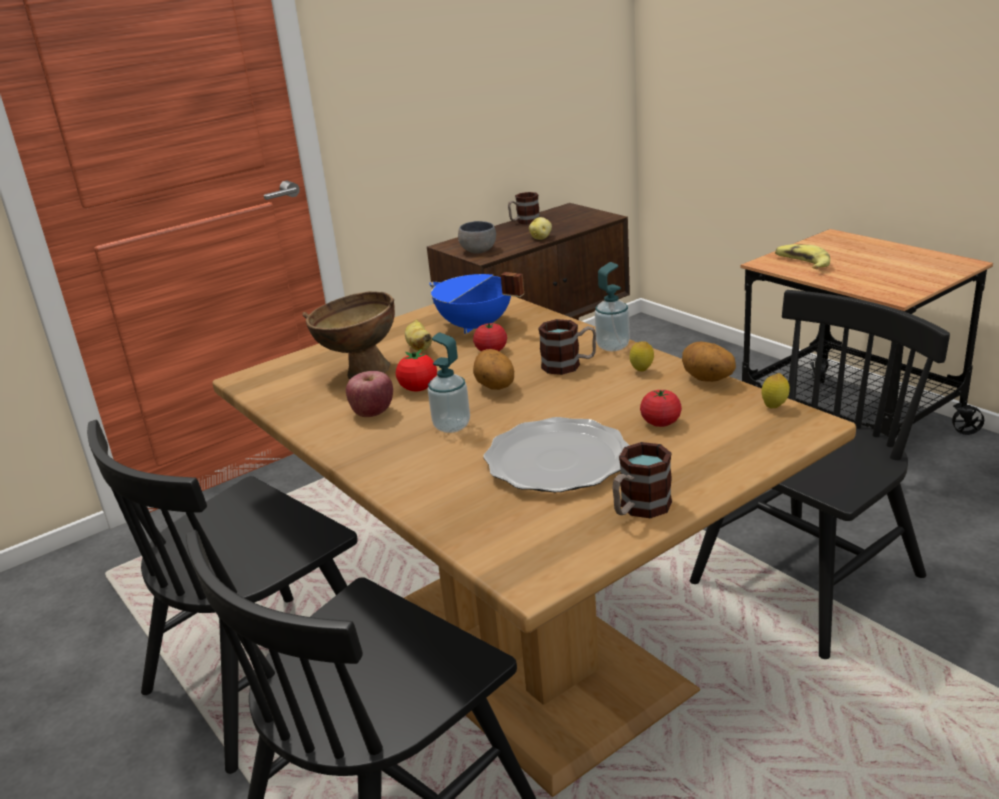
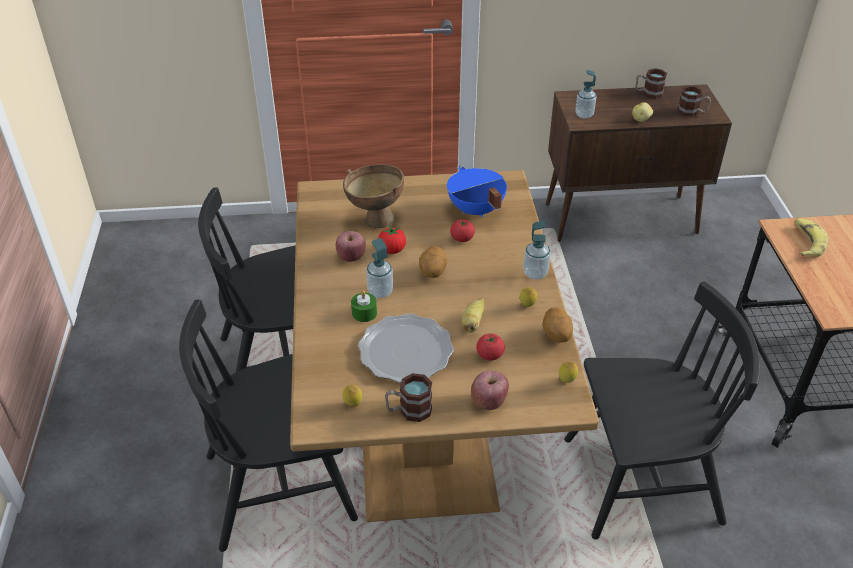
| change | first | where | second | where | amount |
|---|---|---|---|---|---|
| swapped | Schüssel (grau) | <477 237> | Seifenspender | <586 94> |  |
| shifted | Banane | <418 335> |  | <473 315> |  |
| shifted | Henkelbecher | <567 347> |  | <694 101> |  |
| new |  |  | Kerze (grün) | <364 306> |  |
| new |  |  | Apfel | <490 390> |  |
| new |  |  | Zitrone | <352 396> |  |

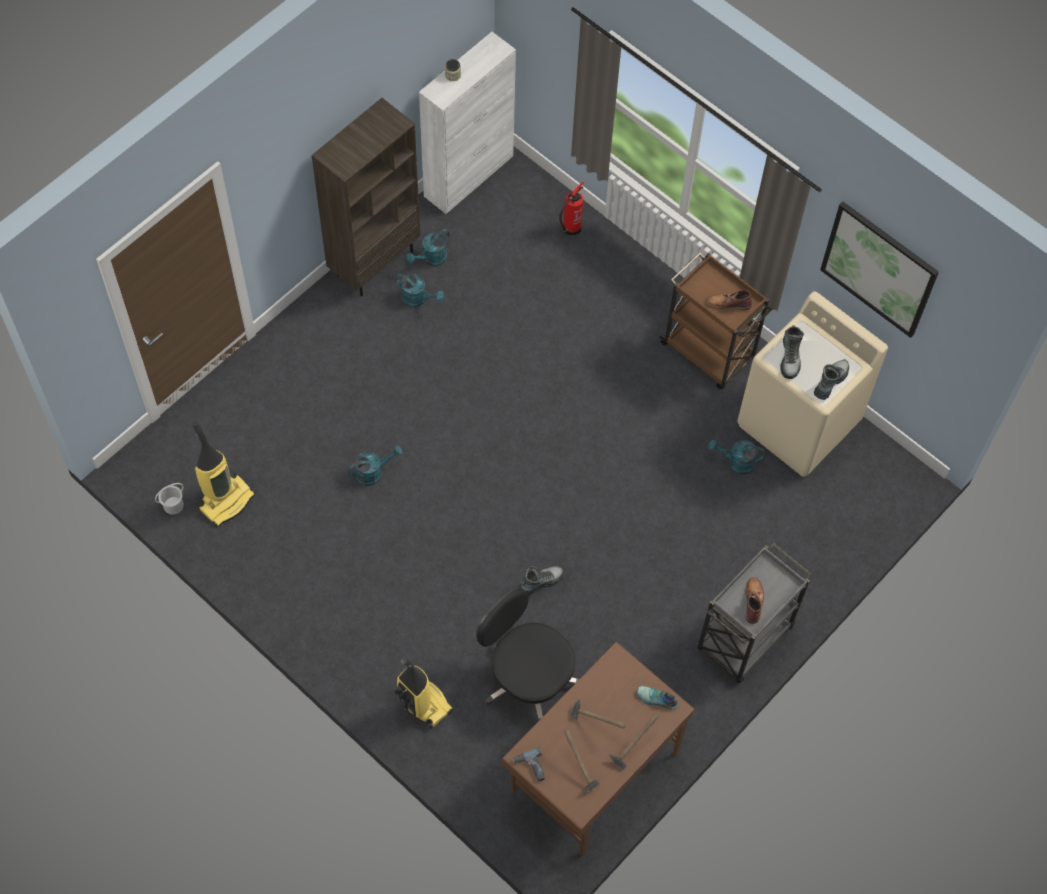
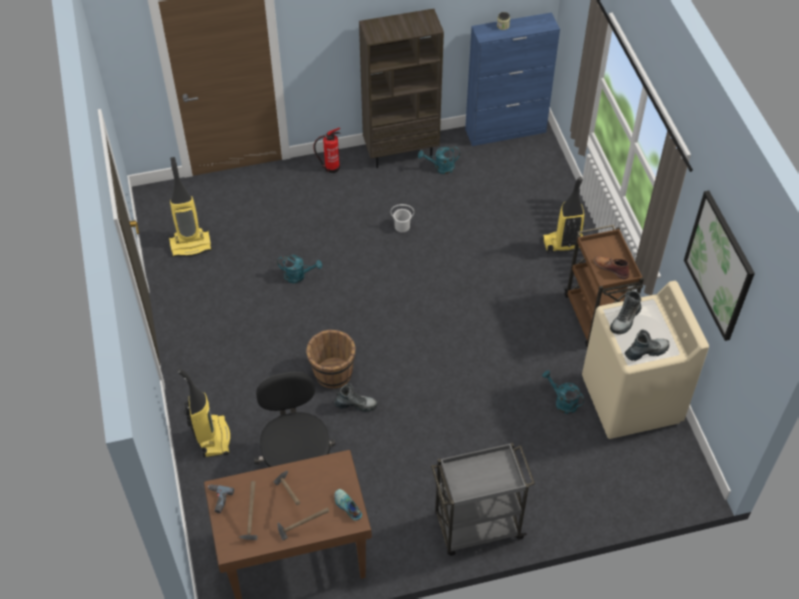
| change | first | where | second | where | amount |
|---|---|---|---|---|---|
| repainted | Schrank (weiß) | <467 123> | Schrank (blau) | <512 79> |  |
| shifted | Feuerlöscher | <571 208> |  | <327 150> |  |
| gone | Gießkanne (türkis) | <419 290> |  |  |  |
| shifted | Eimer (weiß) | <169 499> |  | <402 218> |  |
| gone | Stiefel (braun) | <755 600> |  |  |  |
| new |  |  | Staubsauger | <563 215> |  |
| new |  |  | Eimer (braun) | <331 359> |  |

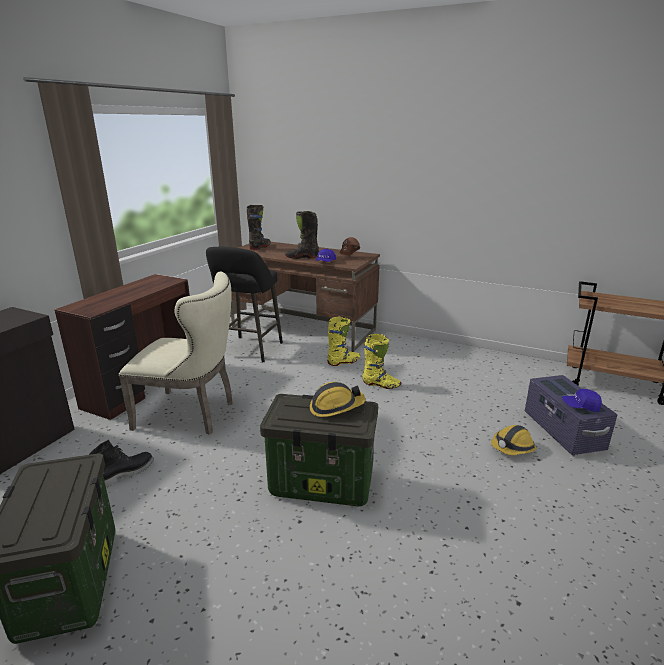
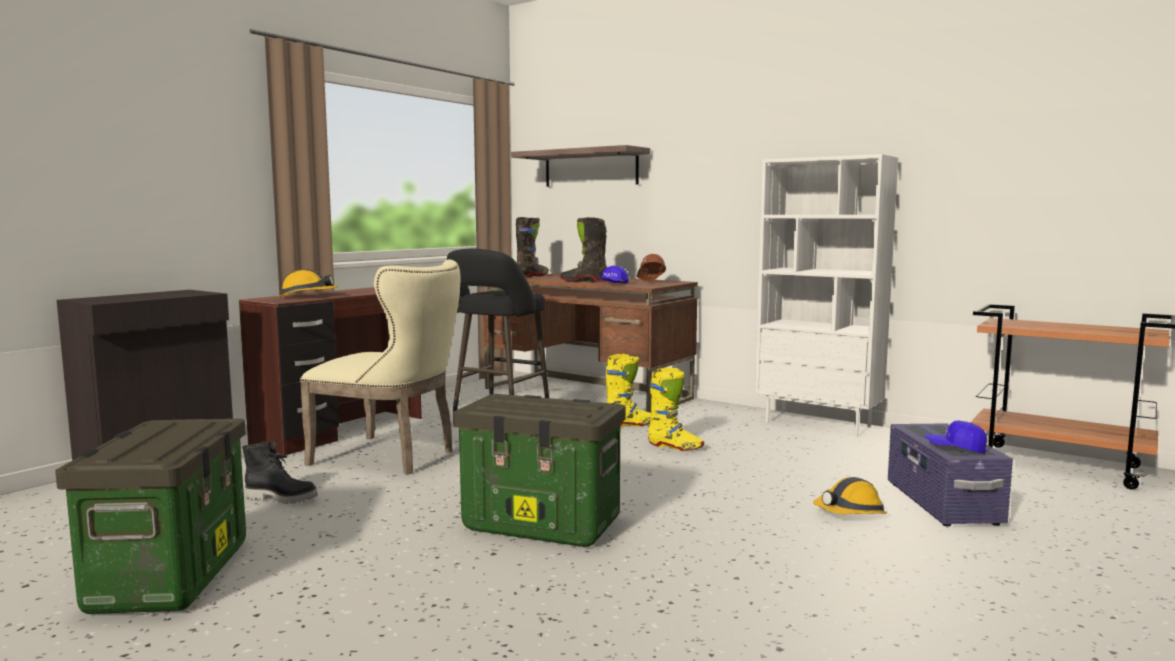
| change | first | where | second | where | amount |
|---|---|---|---|---|---|
| shifted | Schutzhelm | <337 399> |  | <308 283> |  |
| rotated | Stiefel (schwarz) | <121 463> |  | <280 472> | 45 degrees clockwise |
| new |  |  | Wandregal | <580 166> |  |
| new |  |  | Bücherregal (weiß) | <826 295> |  |

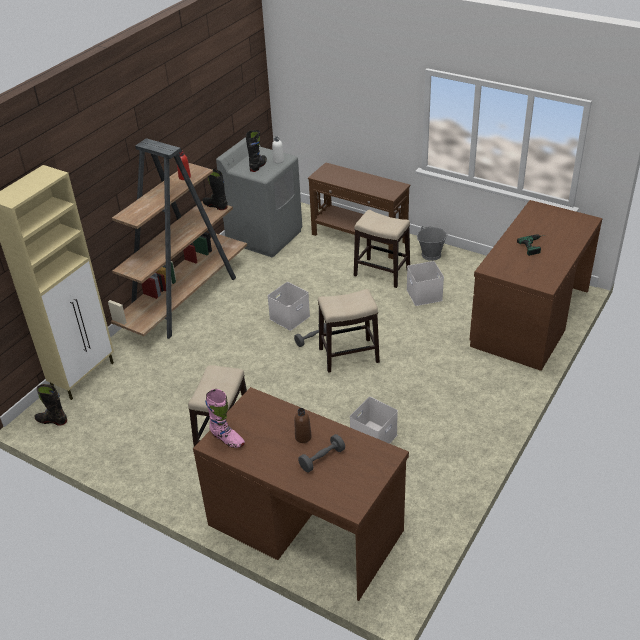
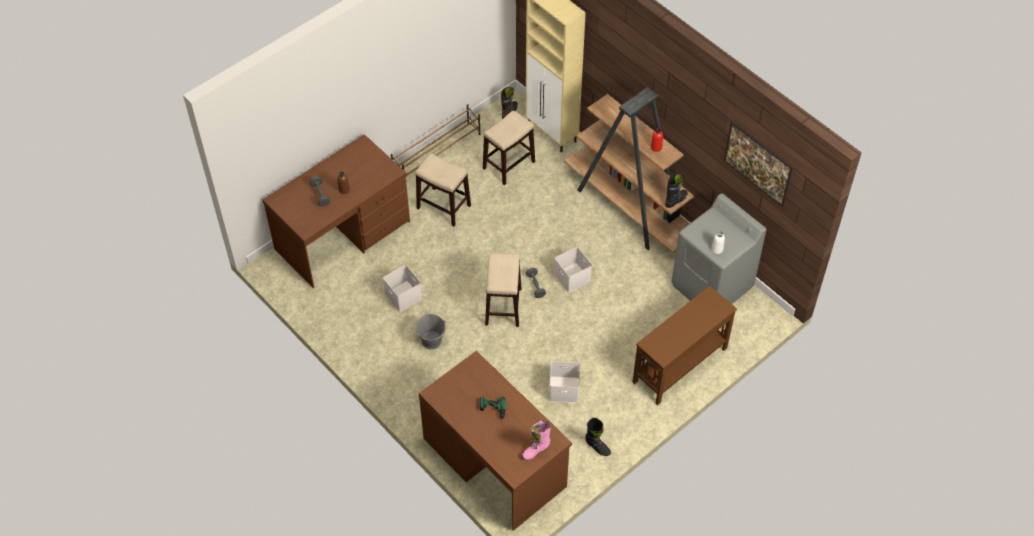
| change | first | where | second | where | amount |
|---|---|---|---|---|---|
| shifted | Stiefel (schwarz) | <256 151> |  | <598 437> |  |
| shifted | Hocker | <382 249> |  | <509 148> |  |
| shifted | Eimer (grau) | <432 243> |  | <430 331> |  |
| shifted | Stiefel (rosa) | <225 418> |  | <536 440> |  |
| new |  |  | Schuhregal (braun) | <436 139> |  |
| new |  |  | Bild | <758 164> |  |

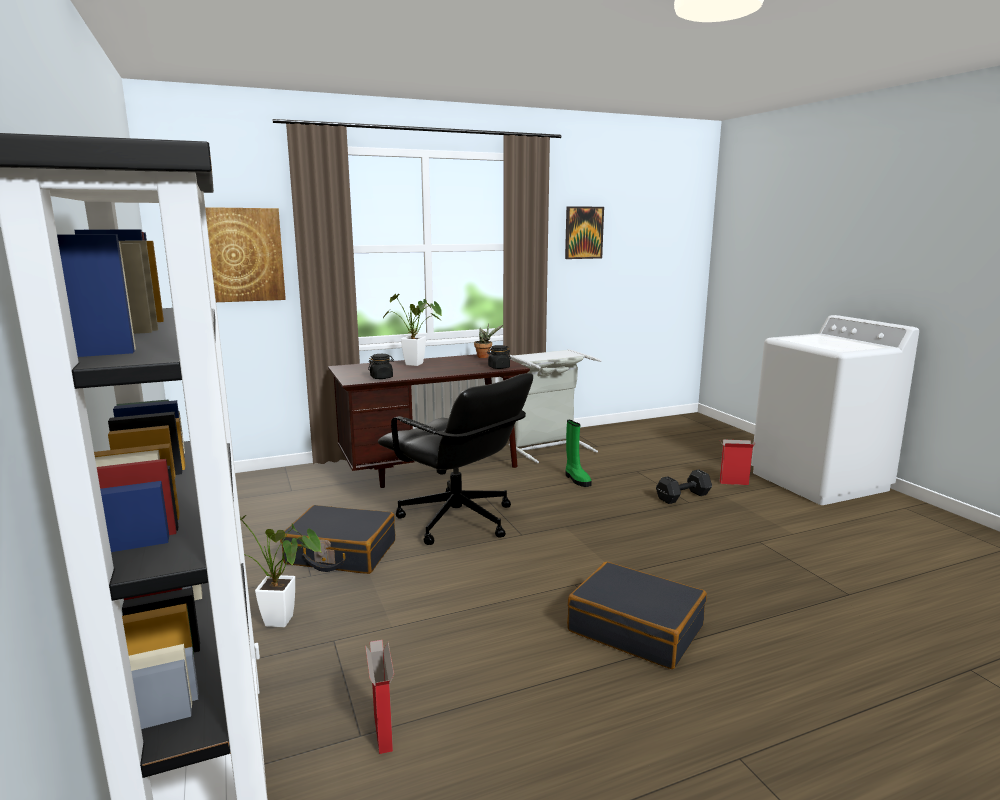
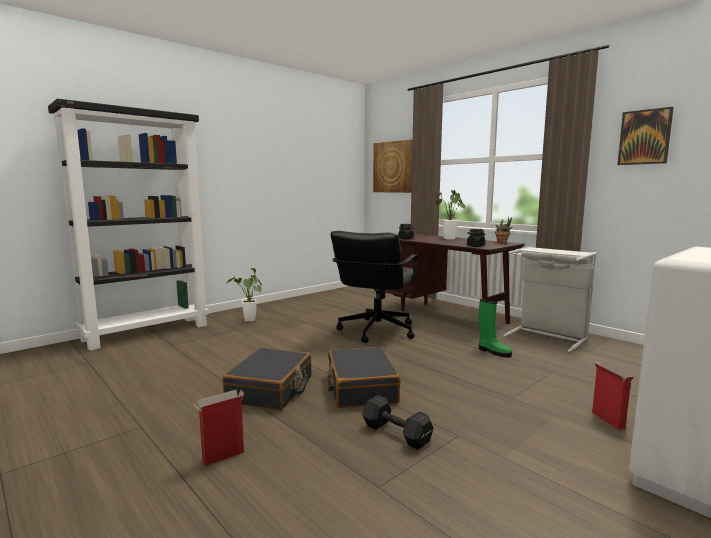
| change | first | where | second | where | amount |
|---|---|---|---|---|---|
| rotated | Stiefel (grün) | <578 453> |  | <495 328> | 90 degrees counterclockwise |
| shifted | Hantel (schwarz) | <684 486> |  | <398 422> |  |
| shifted | Koffer (schwarz) | <337 539> |  | <363 377> |  |
| shifted | Karton | <379 697> |  | <218 428> |  |

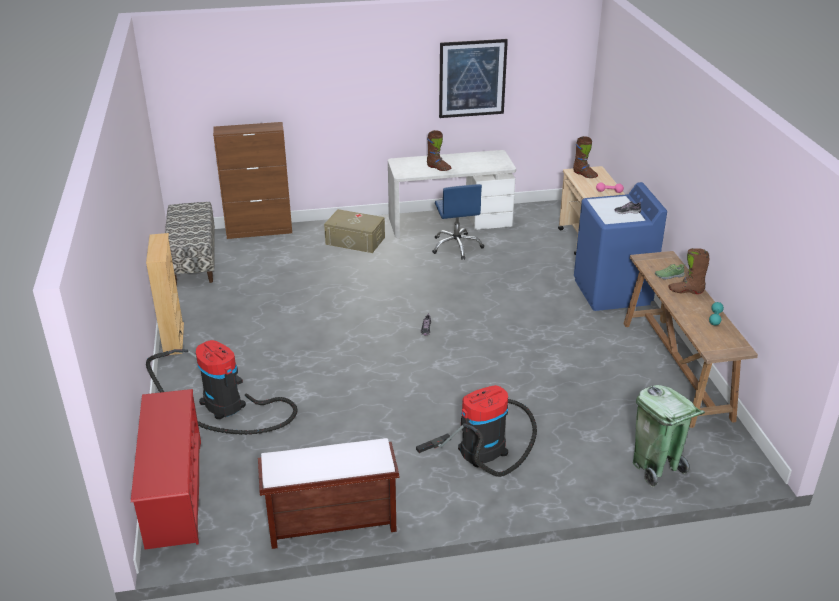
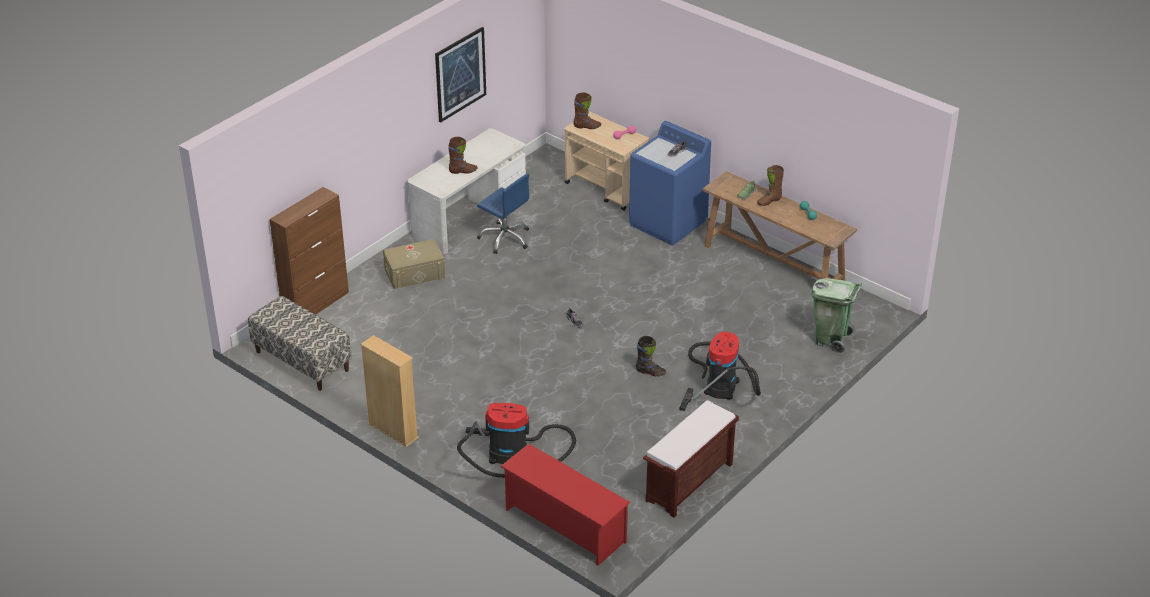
| change | first | where | second | where | amount |
|---|---|---|---|---|---|
| new |  |  | Stiefel (schwarz) | <651 356> |  |

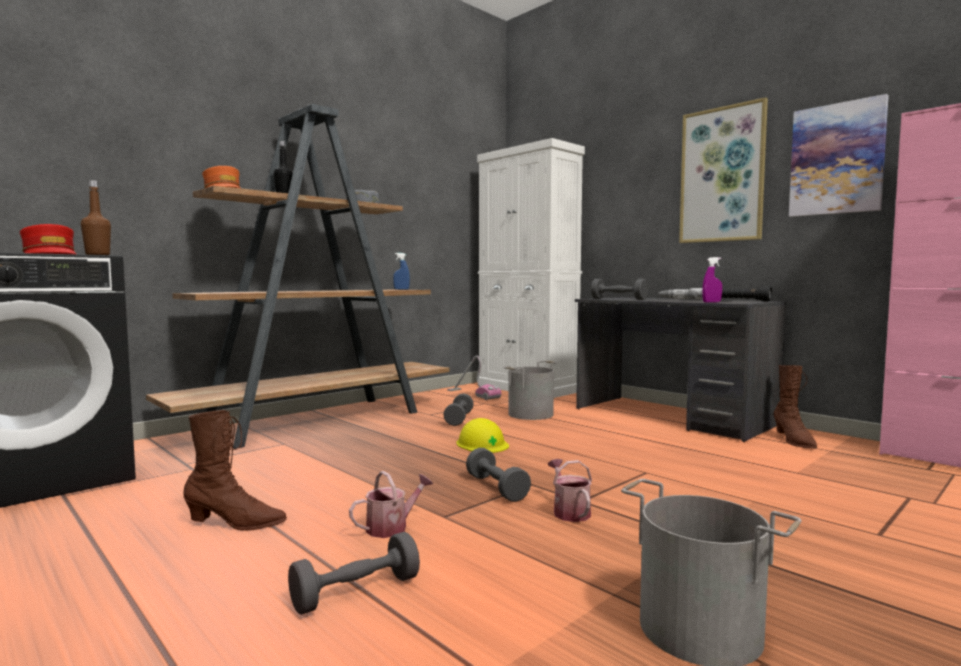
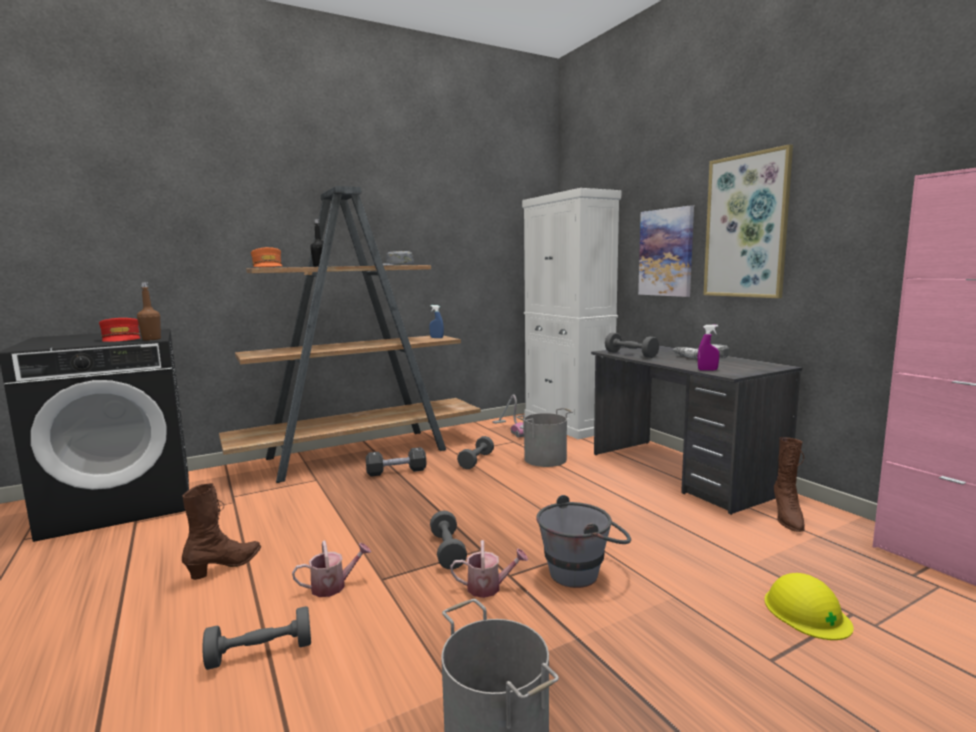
| change | first | where | second | where | amount |
|---|---|---|---|---|---|
| shifted | Bild | <839 155> |  | <666 251> |  |
| gone | Taschenlampe (schwarz) | <746 294> |  |  |  |
| rotated | Stiefel (braun) | <235 470> |  | <221 531> | 75 degrees counterclockwise |
| shifted | Schutzhelm (gelb) | <482 435> |  | <809 606> |  |
| rotated | Gießkanne | <570 490> |  | <489 569> | 90 degrees clockwise |
| new |  |  | Hantel (schwarz) | <396 462> |  |
| new |  |  | Eimer (grau) | <583 541> |  |

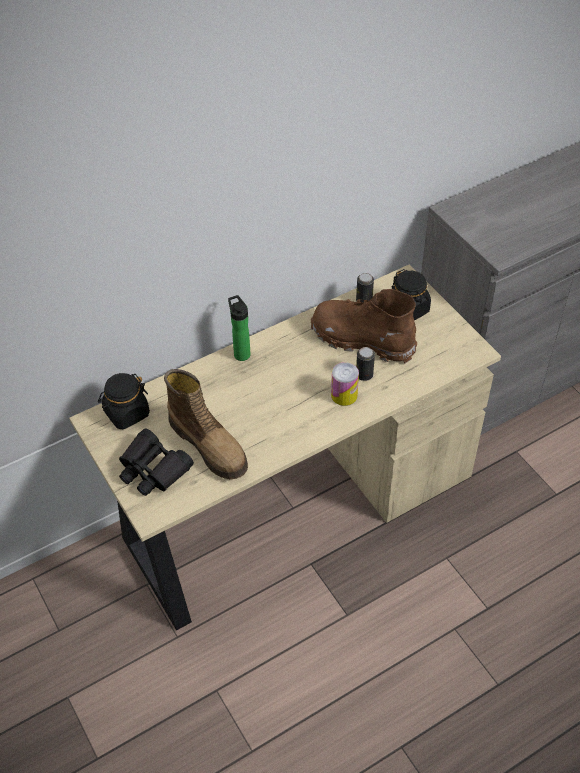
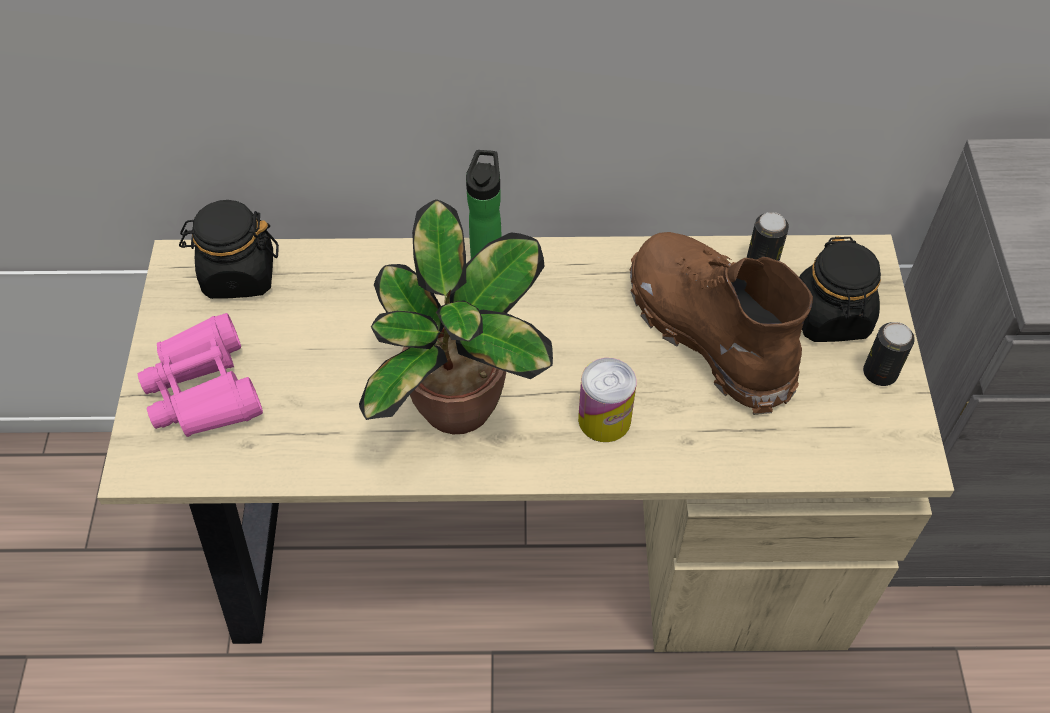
| change | first | where | second | where | amount |
|---|---|---|---|---|---|
| shifted | Dose | <365 364> |  | <889 354> |  |
| gone | Stiefel | <206 424> |  |  |  |
| repainted | Fernglas (schwarz) | <156 462> | Fernglas (rosa) | <200 375> |  |
| new |  |  | Topfpflanze | <456 316> |  |

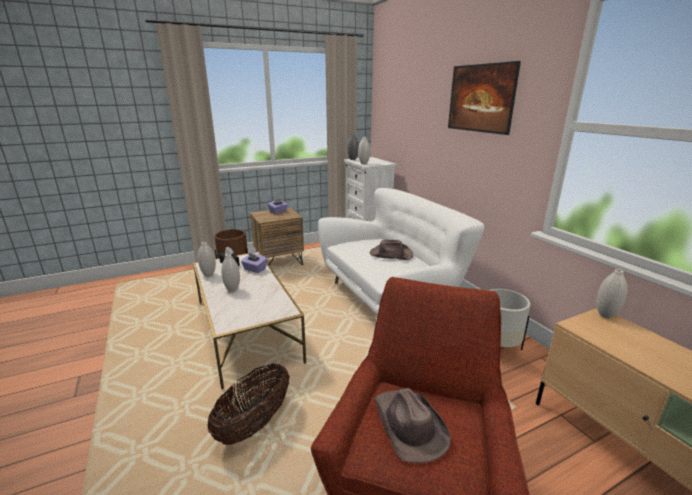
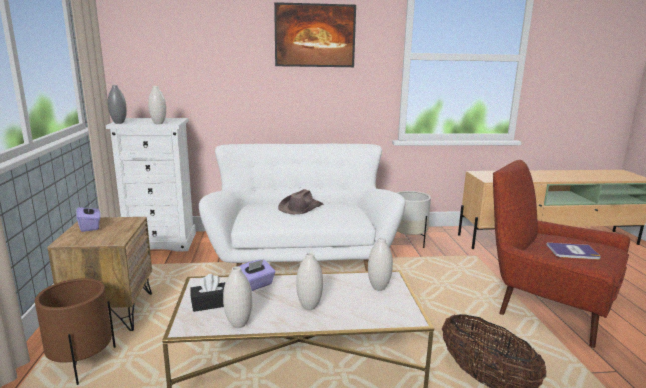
| change | first | where | second | where | amount |
|---|---|---|---|---|---|
| shifted | Vase (weiß) | <612 293> |  | <380 264> |  |
| swapped | Hut (braun) | <412 425> | Buch | <573 251> |  |

